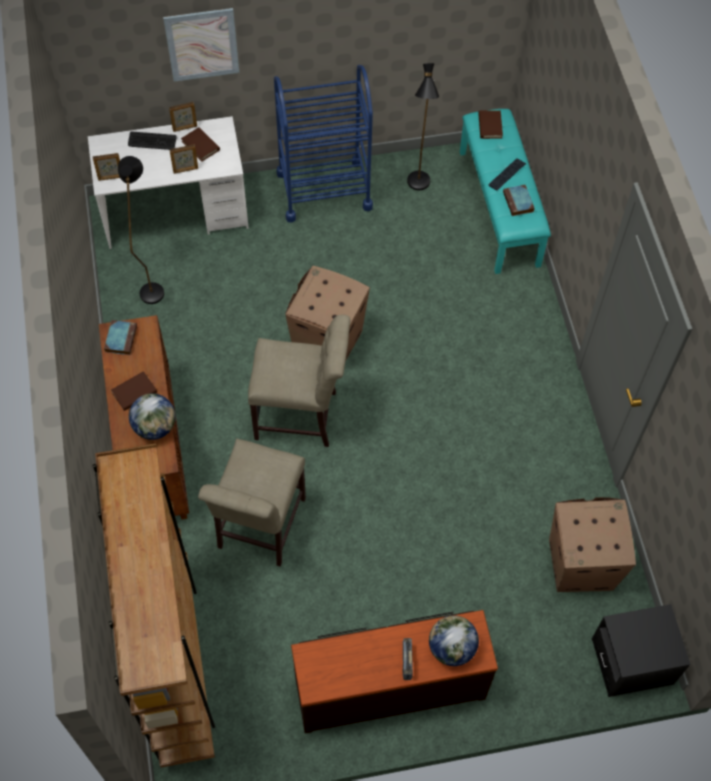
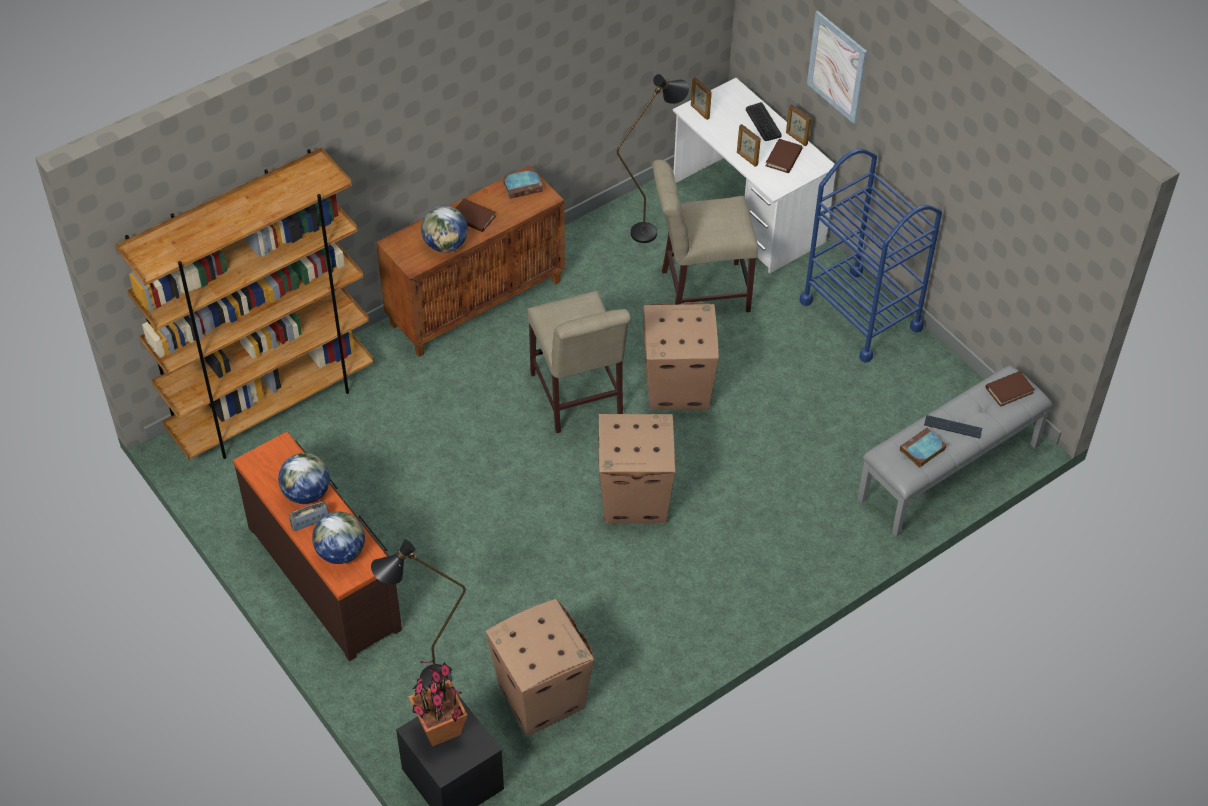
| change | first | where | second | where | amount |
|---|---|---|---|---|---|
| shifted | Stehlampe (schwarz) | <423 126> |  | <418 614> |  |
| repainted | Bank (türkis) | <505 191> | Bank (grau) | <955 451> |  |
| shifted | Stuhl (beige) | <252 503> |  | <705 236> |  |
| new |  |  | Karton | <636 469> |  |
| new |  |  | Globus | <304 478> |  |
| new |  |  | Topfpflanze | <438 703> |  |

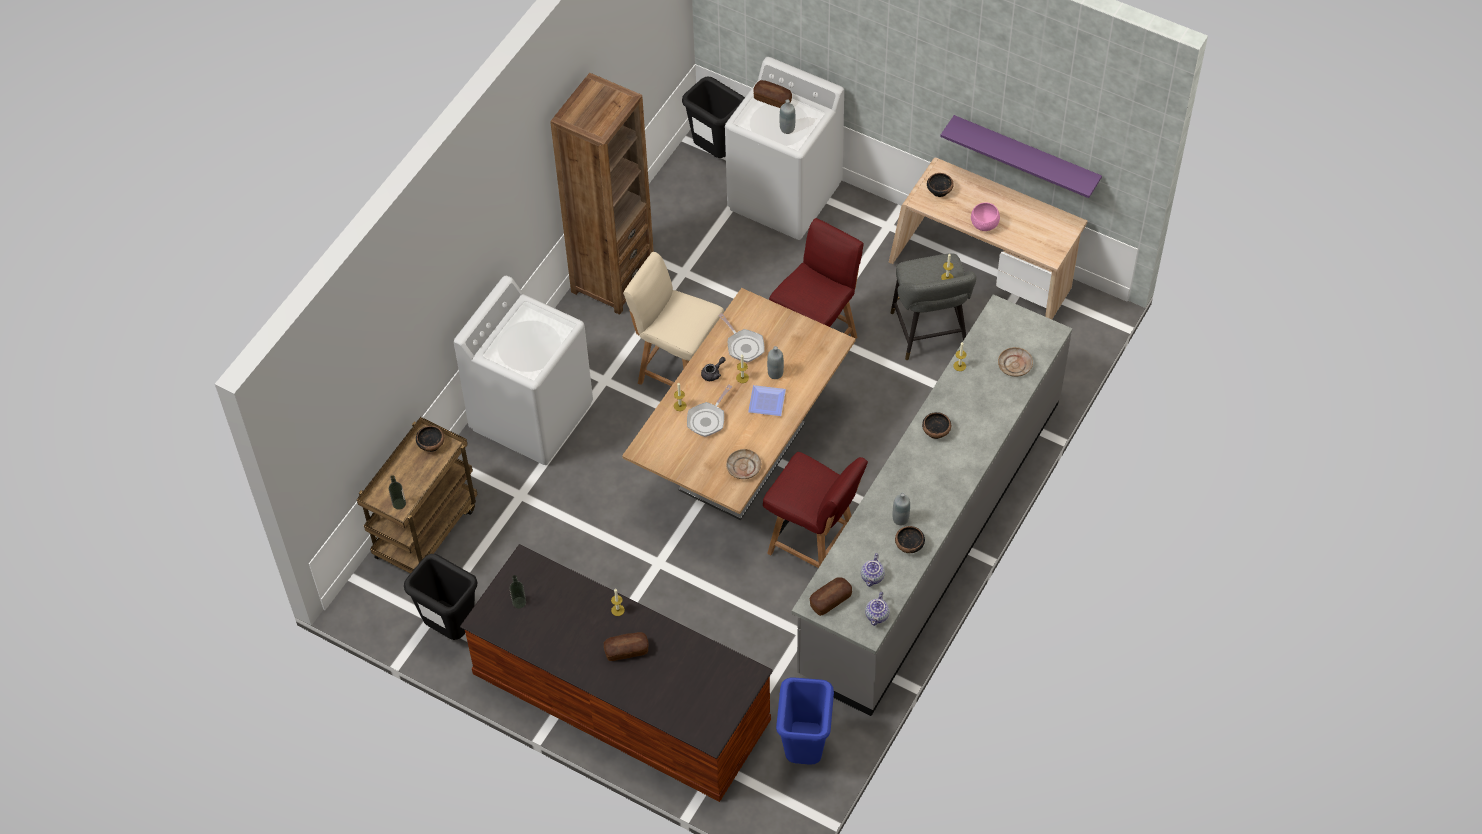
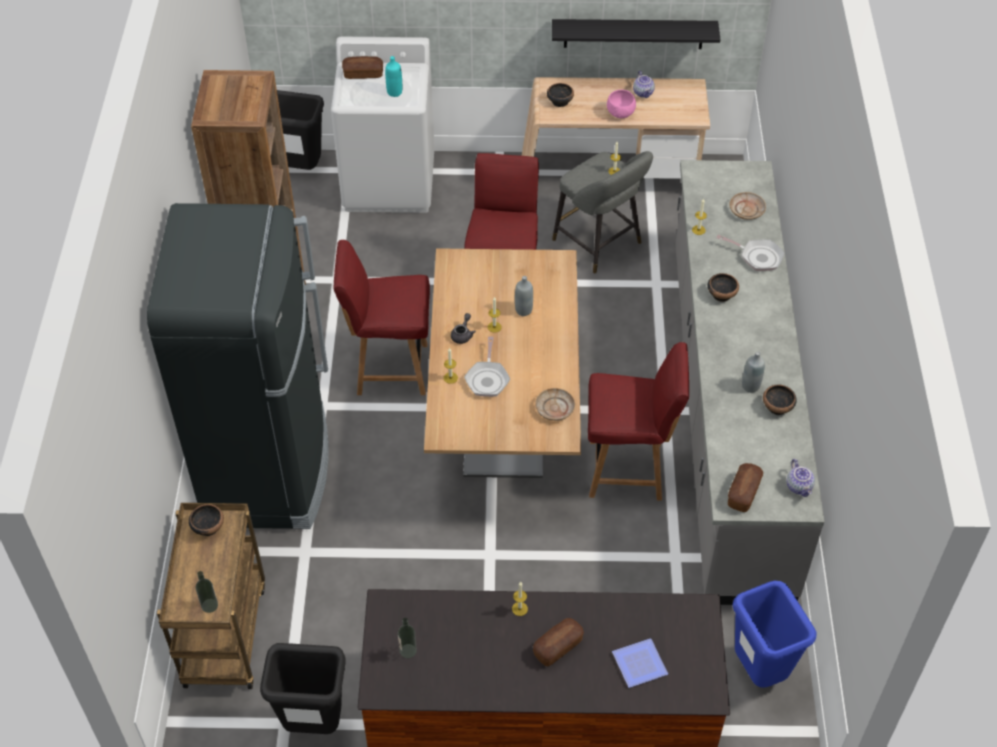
| change | first | where | second | where | amount |
|---|---|---|---|---|---|
| repainted | Flasche (grau) | <787 116> | Flasche (türkis) | <393 76> |  |
| repainted | Wandregal (lila) | <1021 156> | Wandregal (schwarz) | <636 34> |  |
| repainted | Stuhl (beige) | <673 319> | Stuhl (rot) | <382 317> |  |
| swapped | Waschmaschine (weiß) | <523 370> | Kühlschrank (schwarz) | <238 366> |  |
| shifted | Pfanne | <741 338> |  | <750 253> |  |
| shifted | Teller | <767 400> |  | <640 663> |  |
| shifted | Teekanne | <873 570> |  | <644 84> |  |

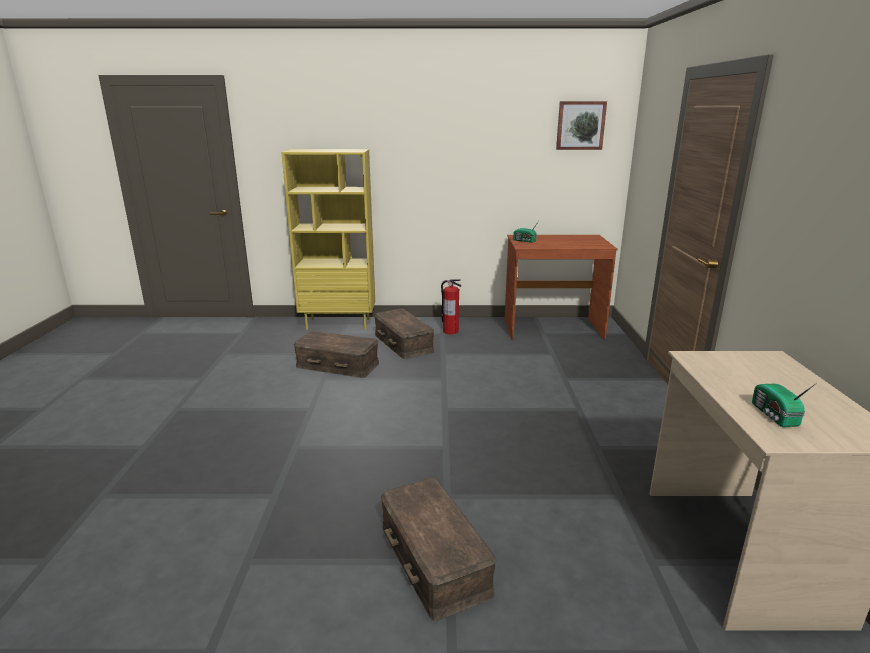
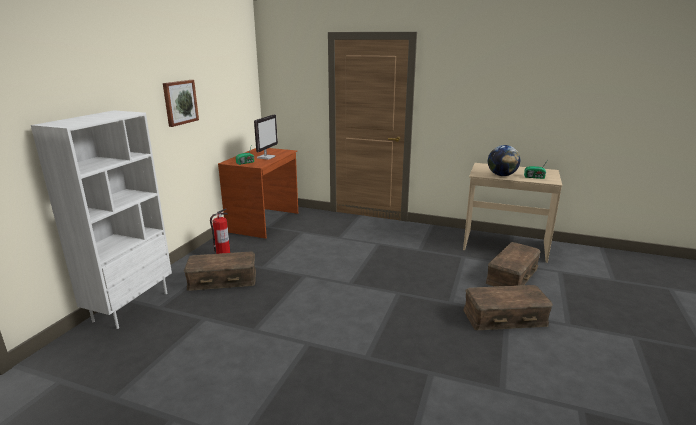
| change | first | where | second | where | amount |
|---|---|---|---|---|---|
| shifted | Bild | <581 125> |  | <181 103> |  |
| repainted | Bücherregal (gelb) | <328 239> | Bücherregal (weiß) | <101 219> |  |
| shifted | Aufbewahrungsbox (braun) | <336 354> |  | <513 264> |  |
| new |  |  | Monitor | <266 137> |  |
| new |  |  | Globus | <504 160> |  |

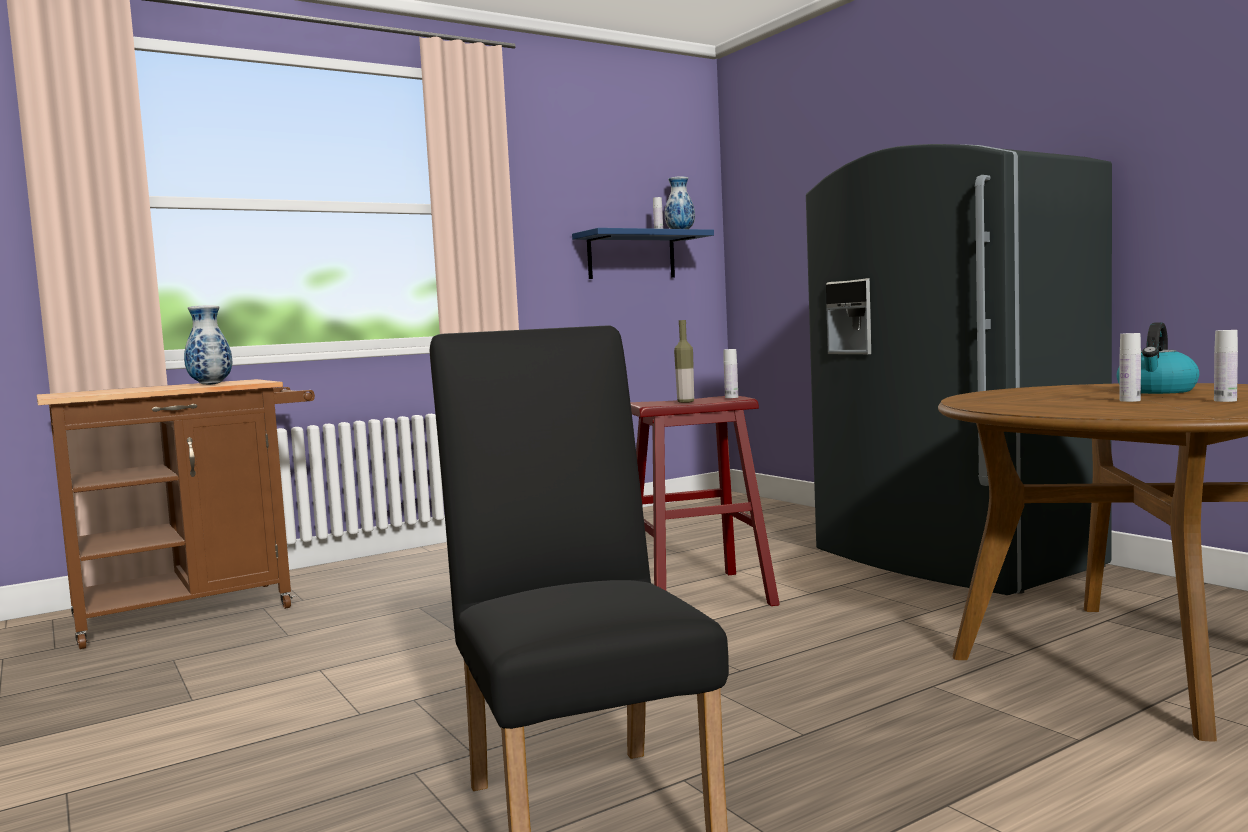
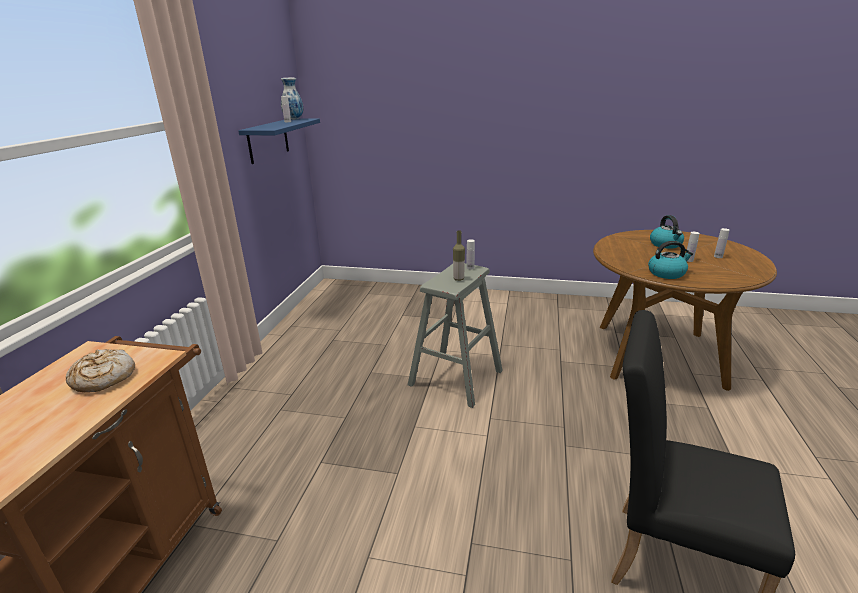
| change | first | where | second | where | amount |
|---|---|---|---|---|---|
| gone | Kühlschrank (grau) | <959 369> |  |  |  |
| swapped | Vase | <208 345> | Brot | <100 371> |  |
| repainted | Hocker (rot) | <705 501> | Hocker (grau) | <455 335> |  |
| new |  |  | Wasserkessel | <670 260> |  |

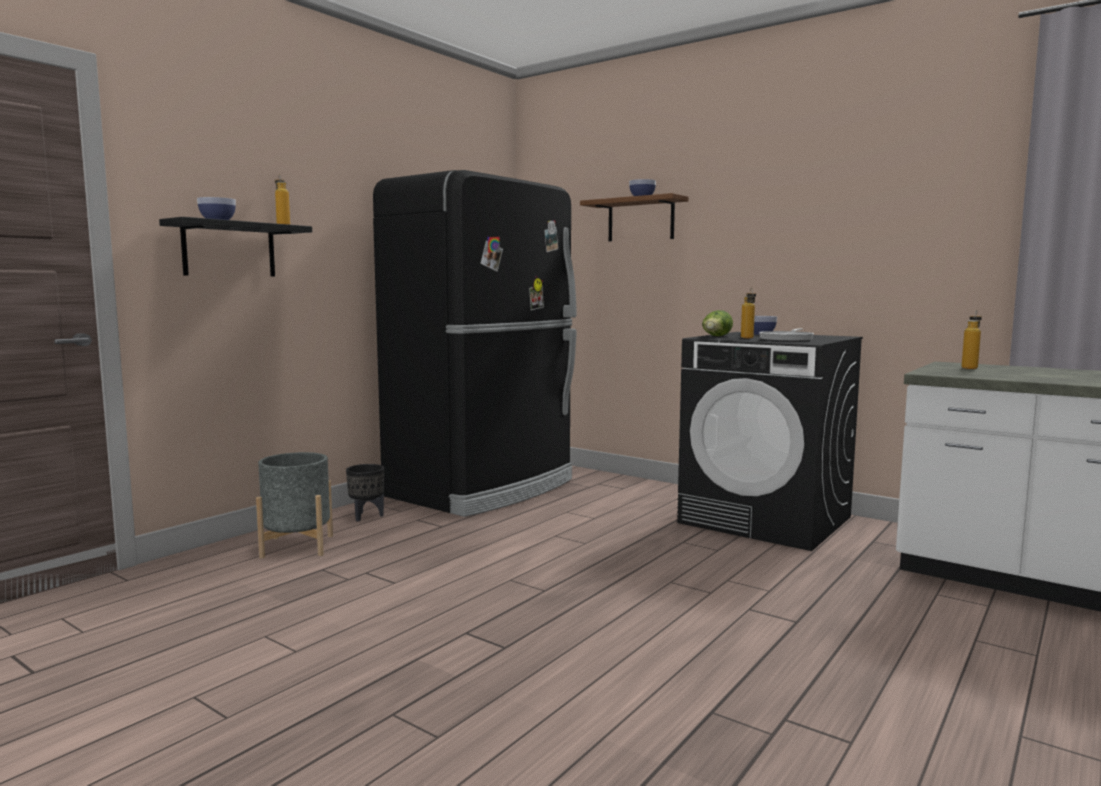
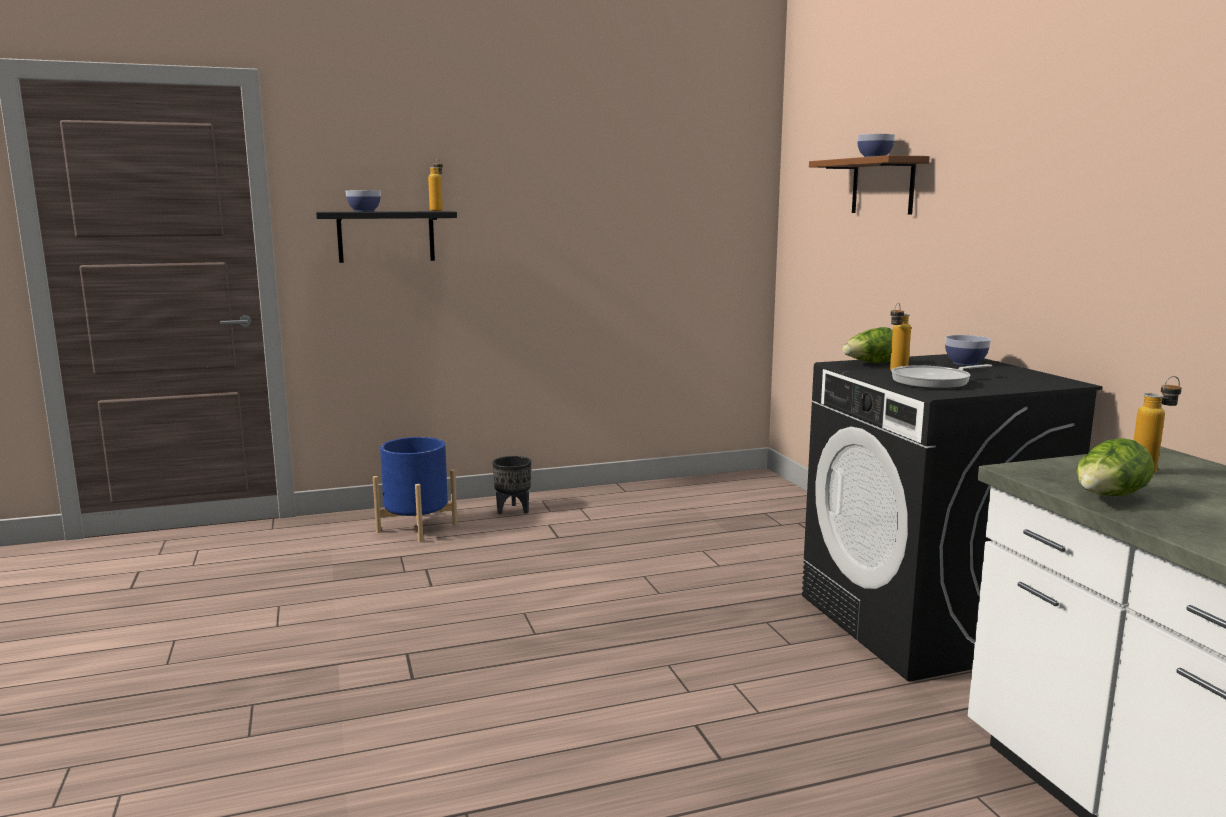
| change | first | where | second | where | amount |
|---|---|---|---|---|---|
| gone | Kühlschrank (schwarz) | <475 343> |  |  |  |
| repainted | Pflanzkübel (grau) | <294 505> | Pflanzkübel (blau) | <415 490> |  |
| new |  |  | Salatkopf | <1115 467> |  |

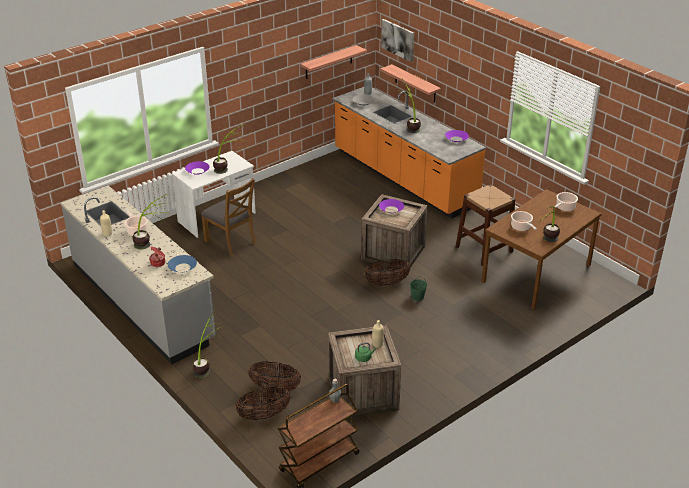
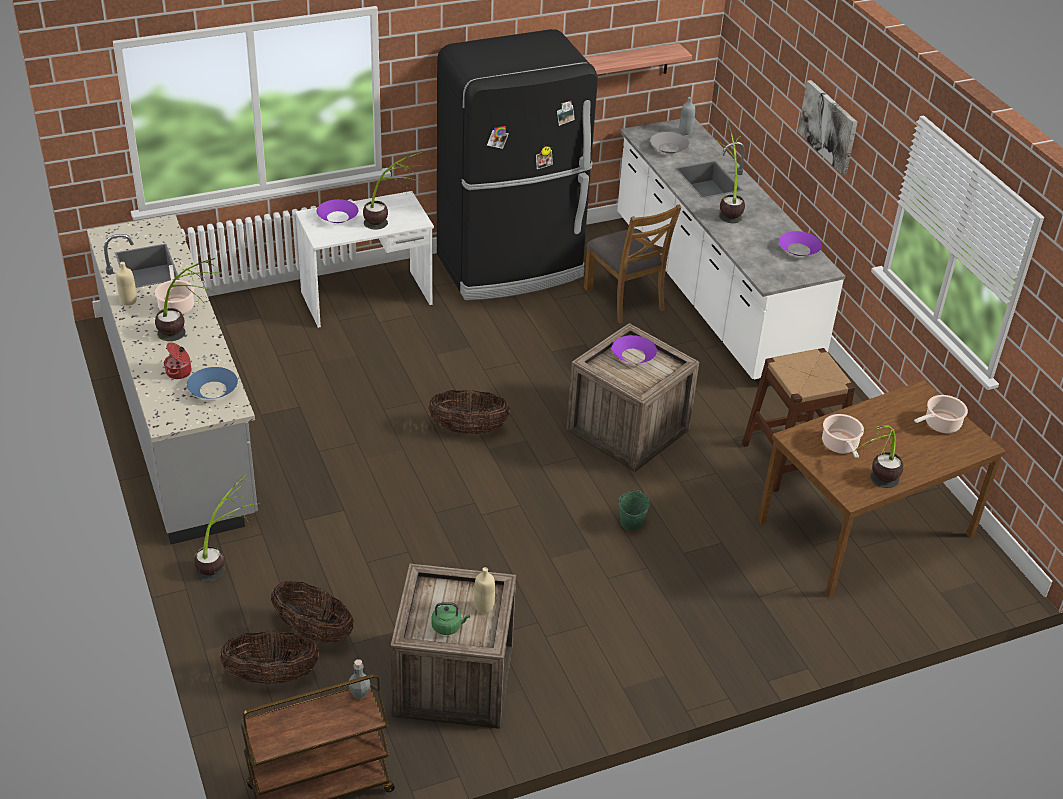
| change | first | where | second | where | amount |
|---|---|---|---|---|---|
| shifted | Bild | <397 40> |  | <828 127> |  |
| gone | Wandregal | <410 83> |  |  |  |
| repainted | Küchenzeile (orange) | <409 152> | Küchenzeile (weiß) | <731 253> |  |
| shifted | Stuhl (braun) | <229 217> |  | <632 264> |  |
| shifted | Korb | <387 272> |  | <469 412> |  |
| new |  |  | Kühlschrank (schwarz) | <517 164> |  |

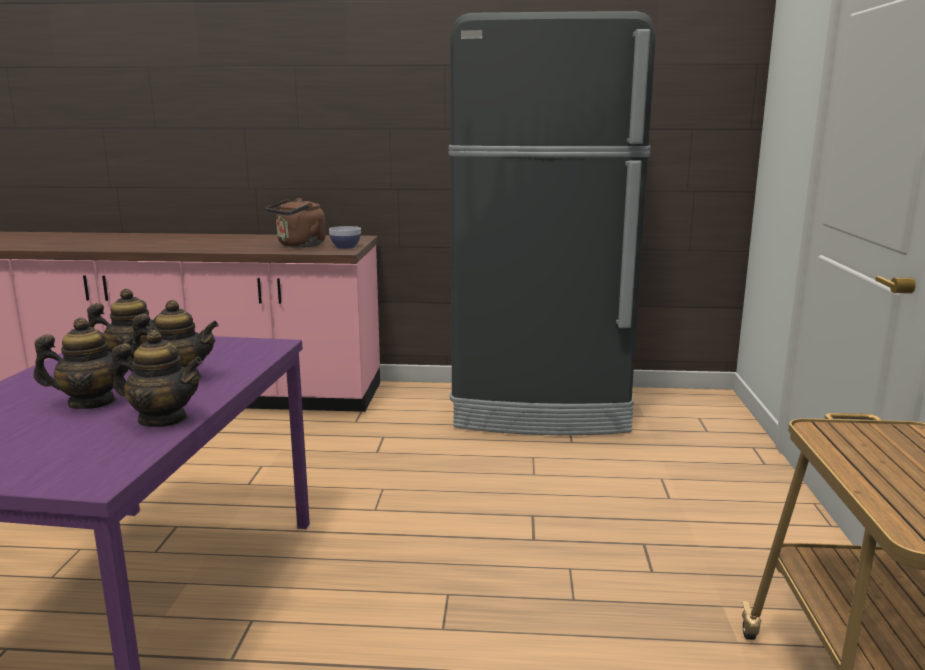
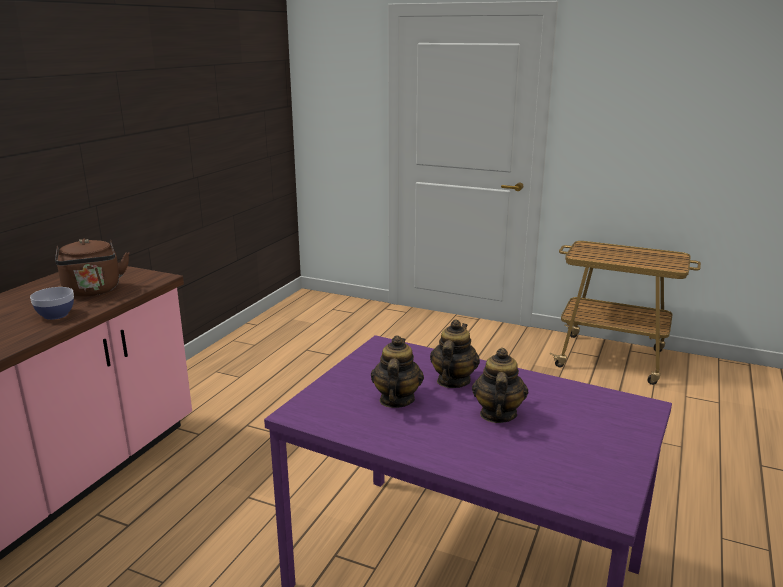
| change | first | where | second | where | amount |
|---|---|---|---|---|---|
| gone | Kühlschrank (schwarz) | <552 223> |  |  |  |
| shifted | Schüssel | <345 237> |  | <52 303> |  |
| gone | Teekanne | <157 378> |  |  |  |

